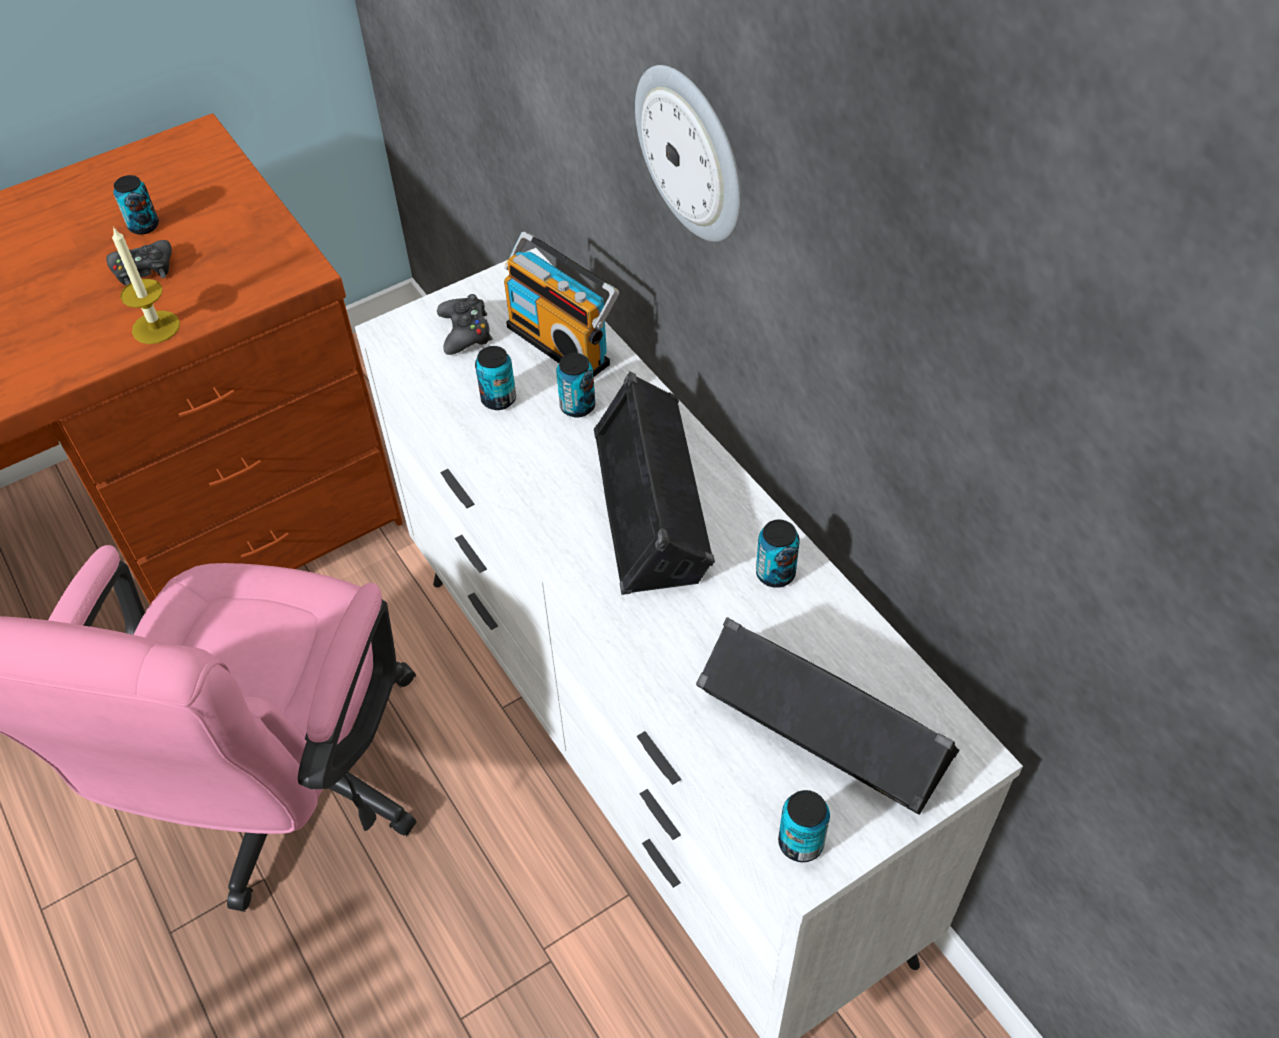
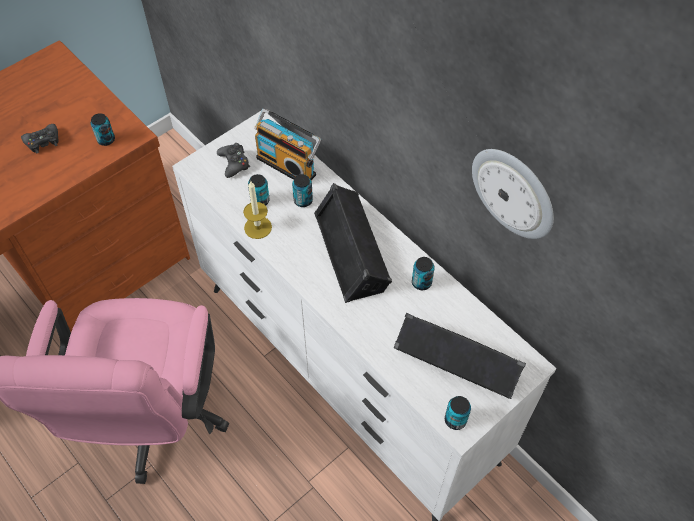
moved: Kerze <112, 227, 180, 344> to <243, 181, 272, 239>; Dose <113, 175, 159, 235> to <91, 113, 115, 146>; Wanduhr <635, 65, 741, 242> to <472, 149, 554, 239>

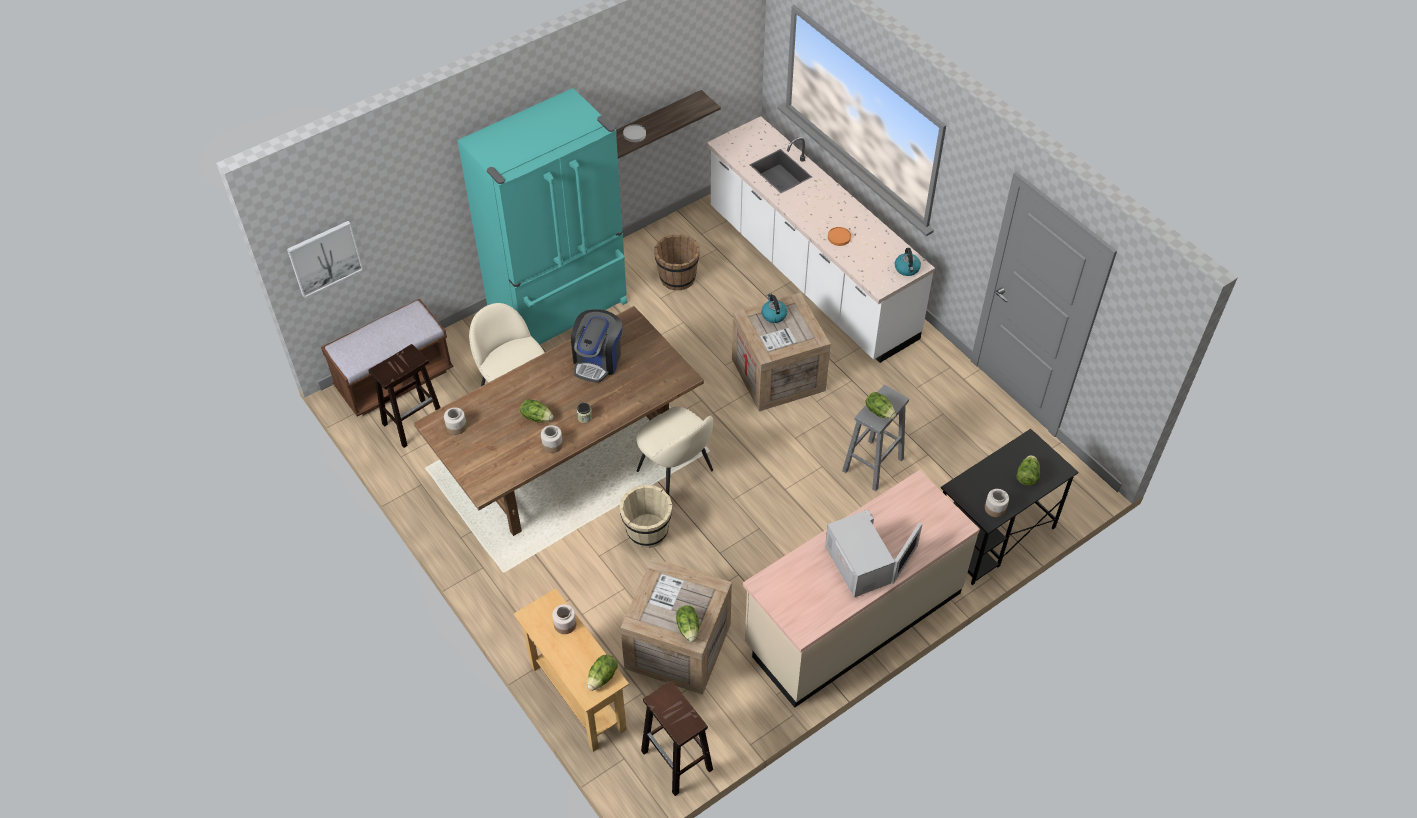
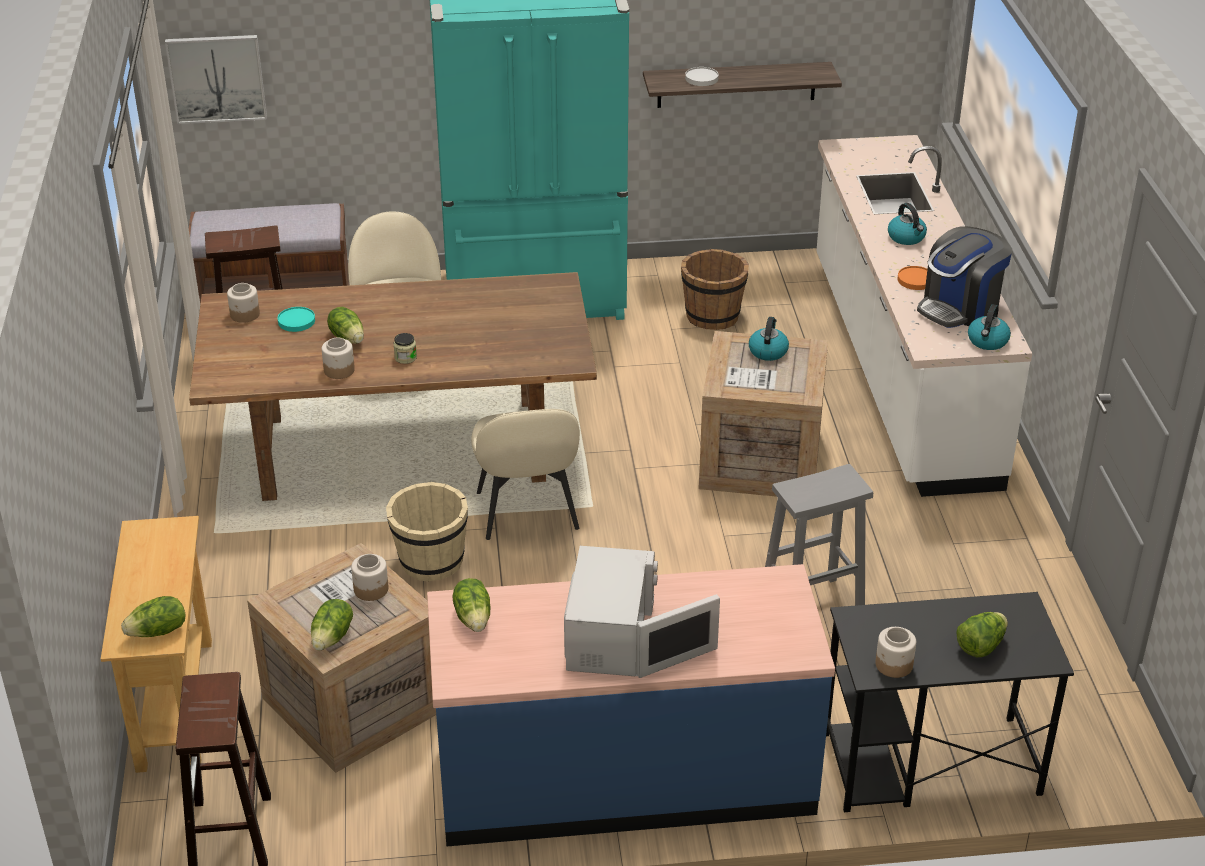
added: Teller/türkis <278, 307, 315, 332>; Wasserkessel <888, 203, 927, 245>
moved: Vorratsglas <552, 604, 577, 634> to <351, 554, 388, 601>; Kaffeemaschine <571, 309, 622, 383> to <917, 226, 1012, 328>; Salatkopf <865, 392, 896, 419> to <452, 578, 490, 632>
recoloured: Küchenzeile/beige <743, 470, 980, 708> to Küchenzeile/blau <427, 564, 835, 847>

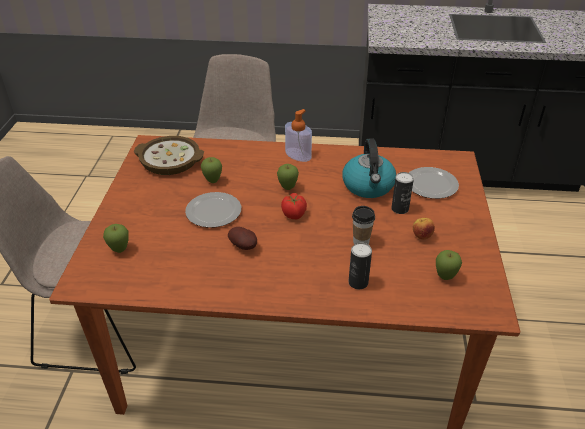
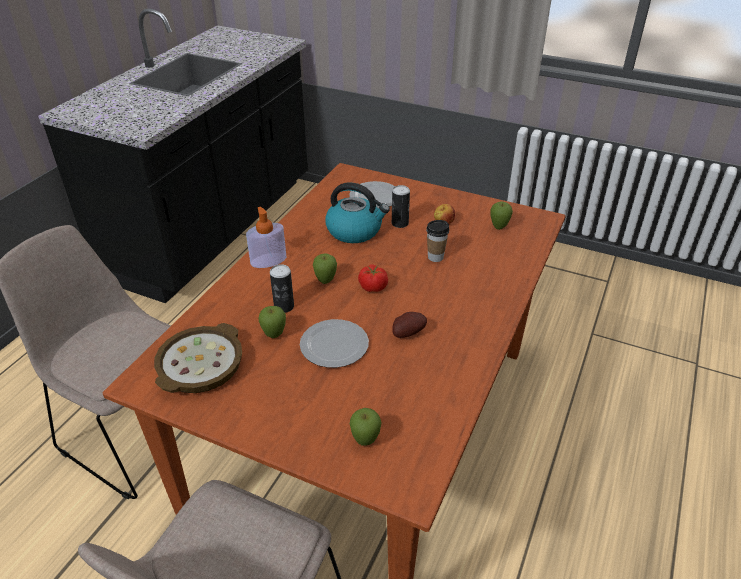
moved: Dose <349, 243, 372, 289> to <270, 264, 294, 313>

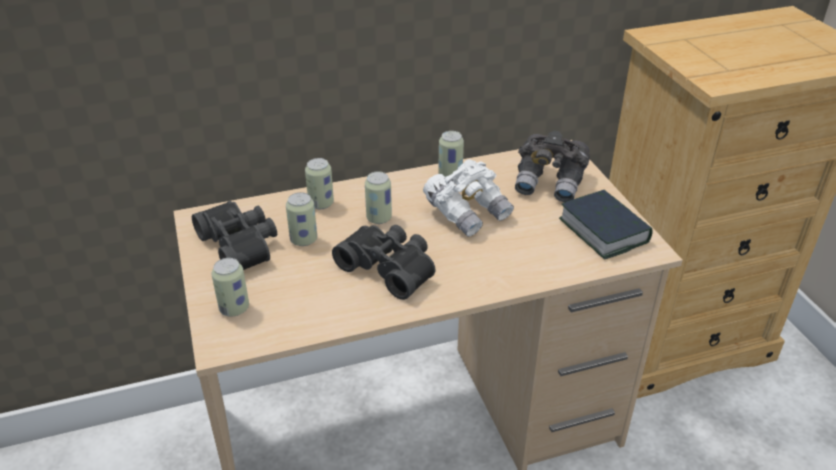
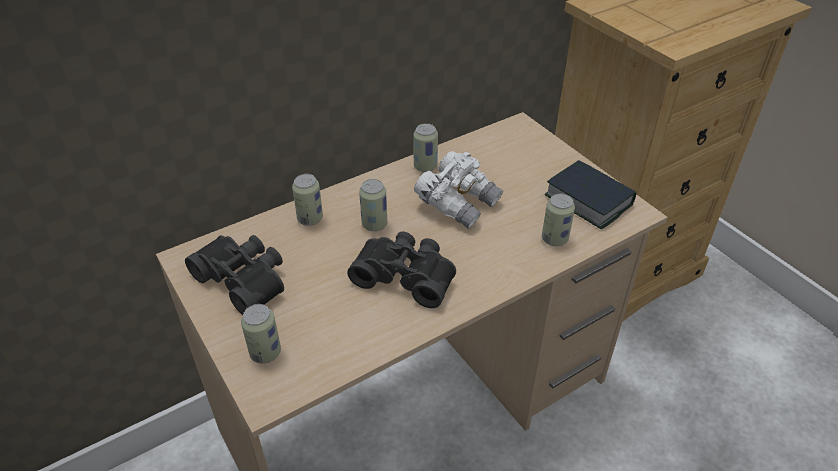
removed: Fernglas/grau <515, 131, 590, 202>
moved: Dose <286, 192, 317, 246> to <542, 194, 575, 246>

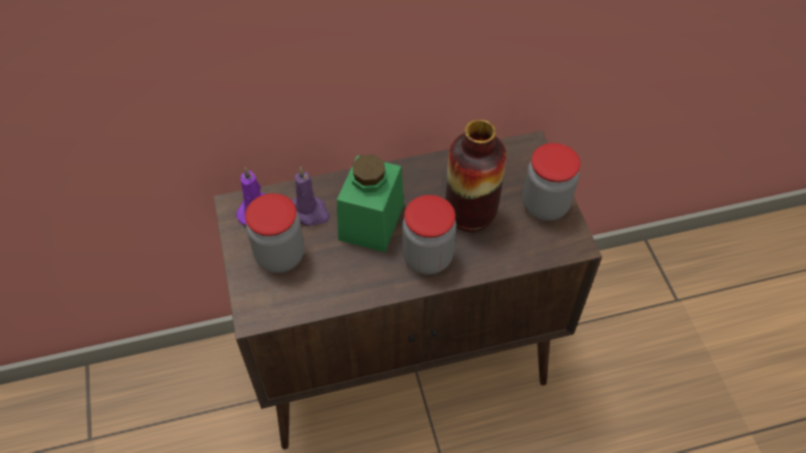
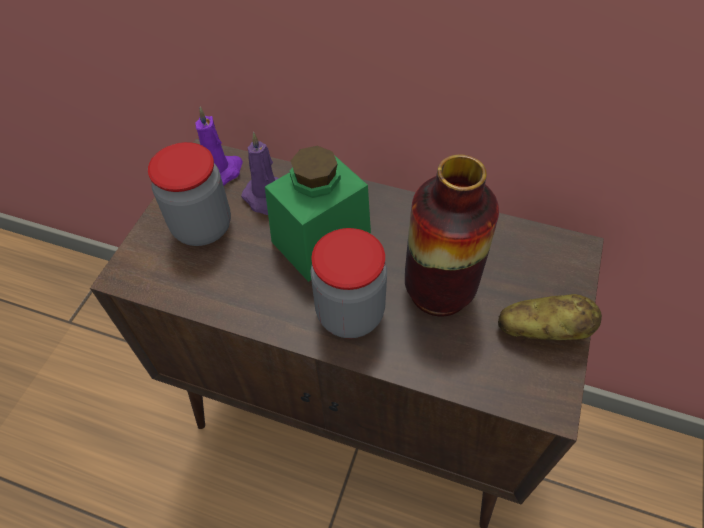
replaced: Vorratsglas <522, 143, 580, 221> to Kartoffel <498, 294, 602, 340>

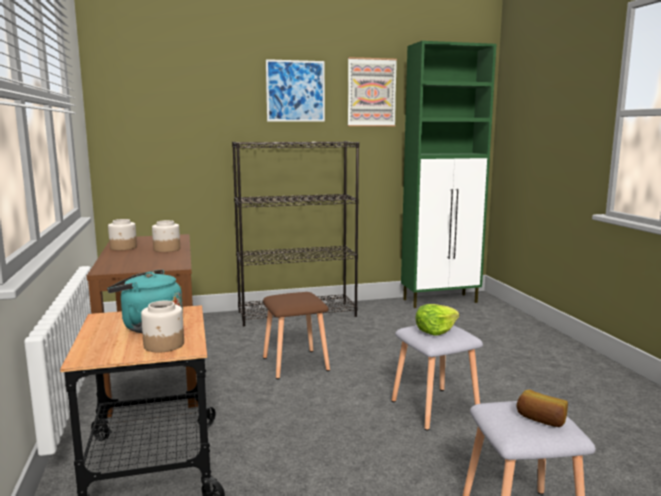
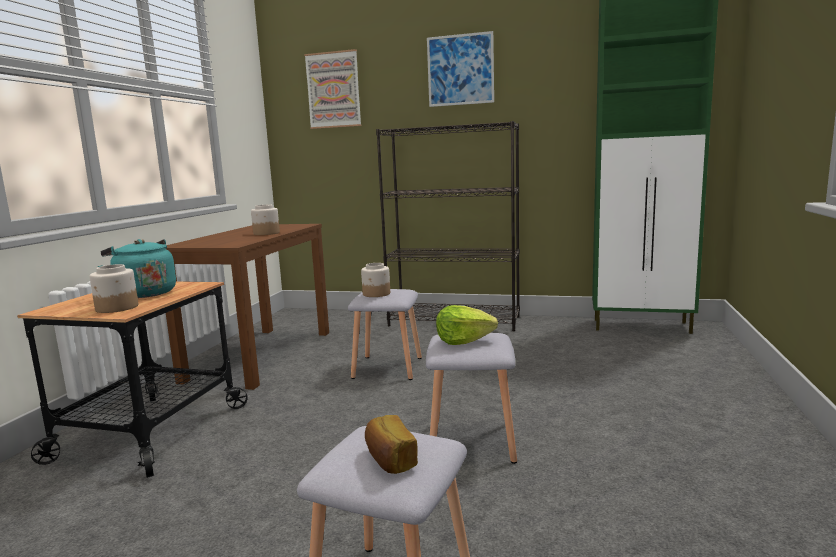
moved: Vorratsglas <108, 219, 137, 251> to <361, 263, 390, 297>; Bild <348, 57, 397, 126> to <304, 49, 362, 129>
recoloured: Hocker/braun <263, 292, 330, 379> to Hocker/grau <348, 289, 422, 380>

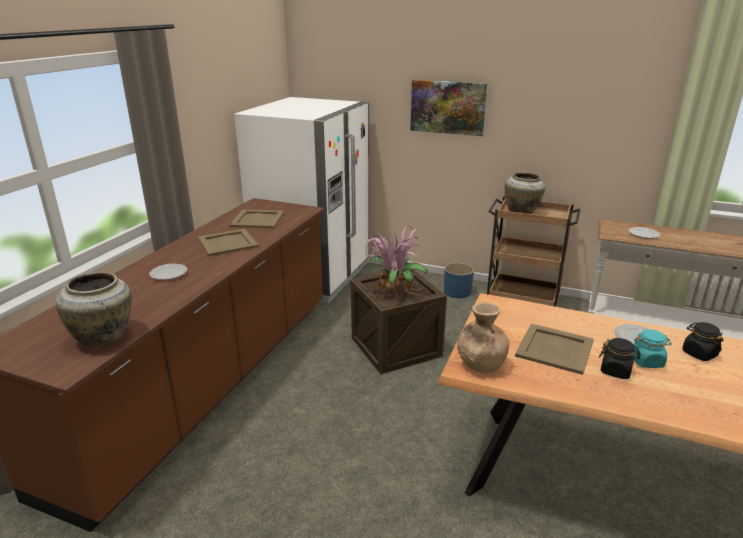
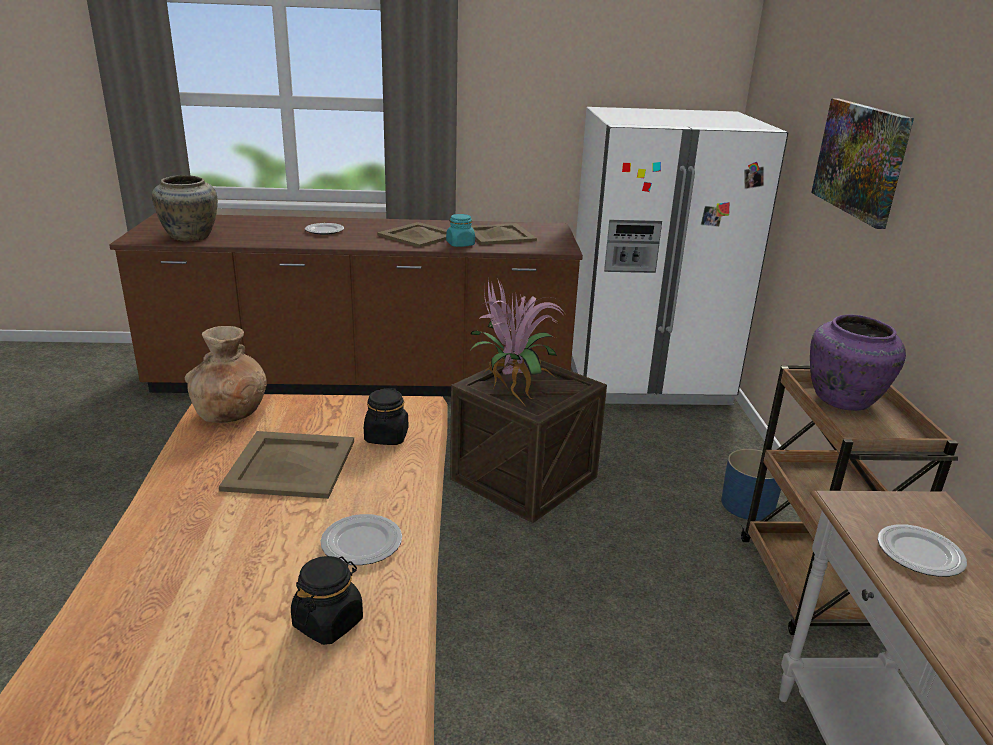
moved: Vorratsglas/schwarz <599, 338, 641, 379> to <364, 388, 408, 445>; Vorratsglas/türkis <633, 329, 671, 368> to <446, 214, 475, 247>
recoloured: Vase/beige <505, 173, 545, 214> to Vase/lila <810, 314, 906, 411>

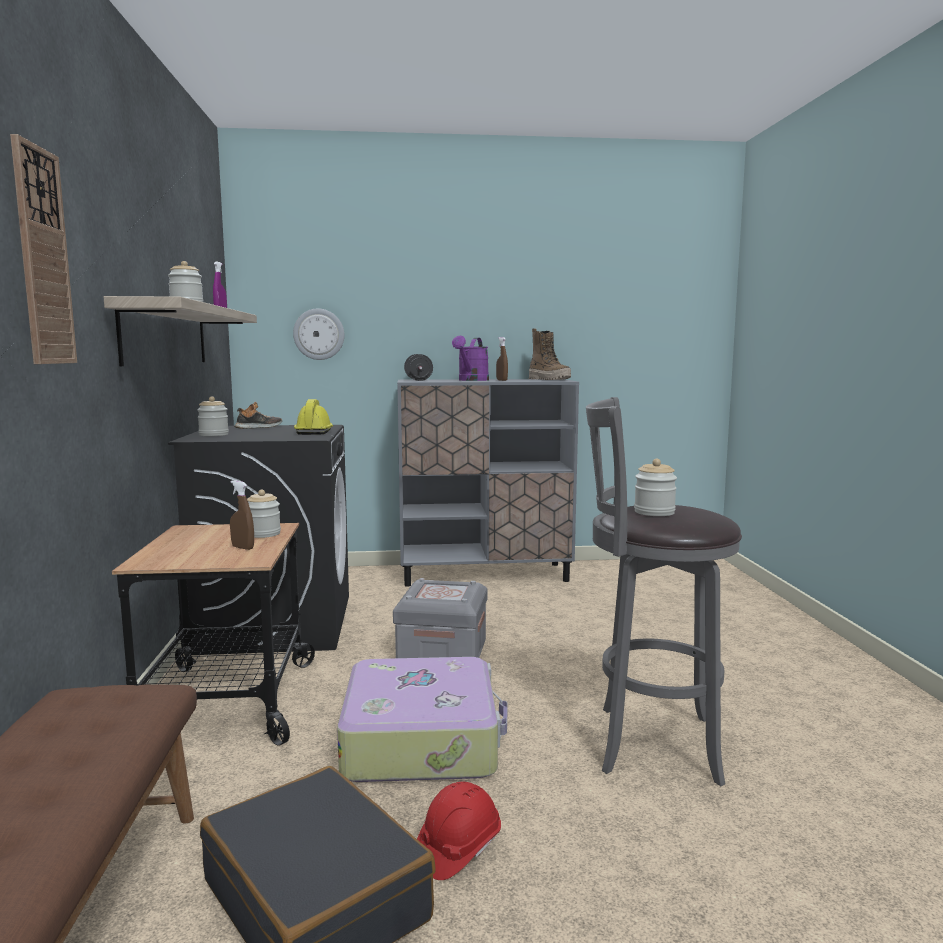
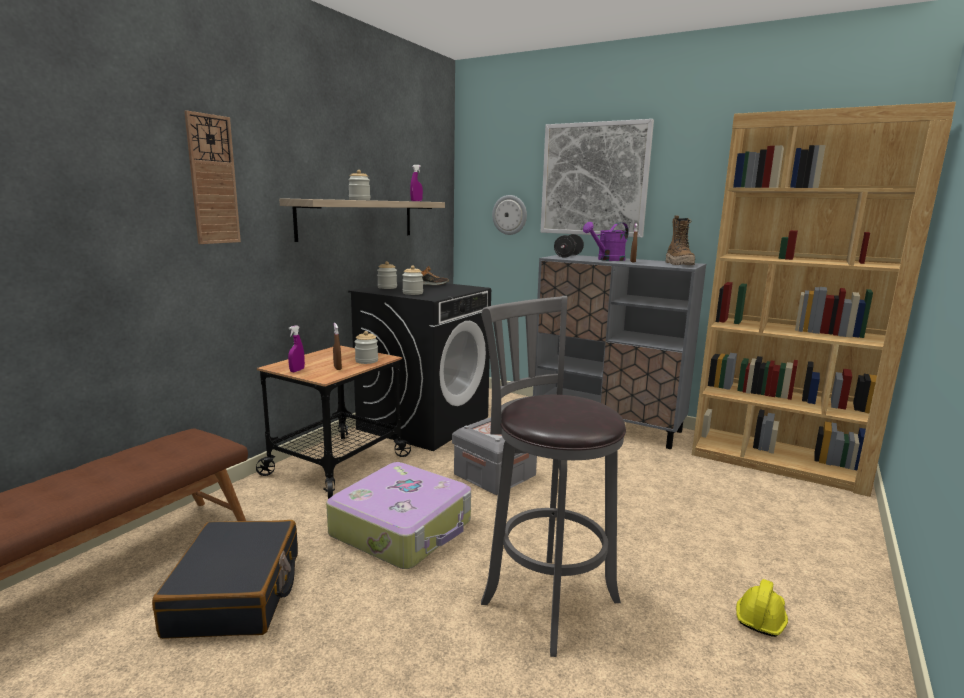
removed: Schutzhelm/rot <417, 782, 501, 880>
added: Sprühflasche/lila <288, 325, 305, 372>; Bild <541, 119, 654, 237>; Bücherregal/braun <692, 102, 956, 497>
moved: Schutzhelm/gelb <294, 399, 333, 435> to <736, 579, 788, 637>; Vorratsglas <634, 459, 677, 516> to <402, 266, 423, 295>

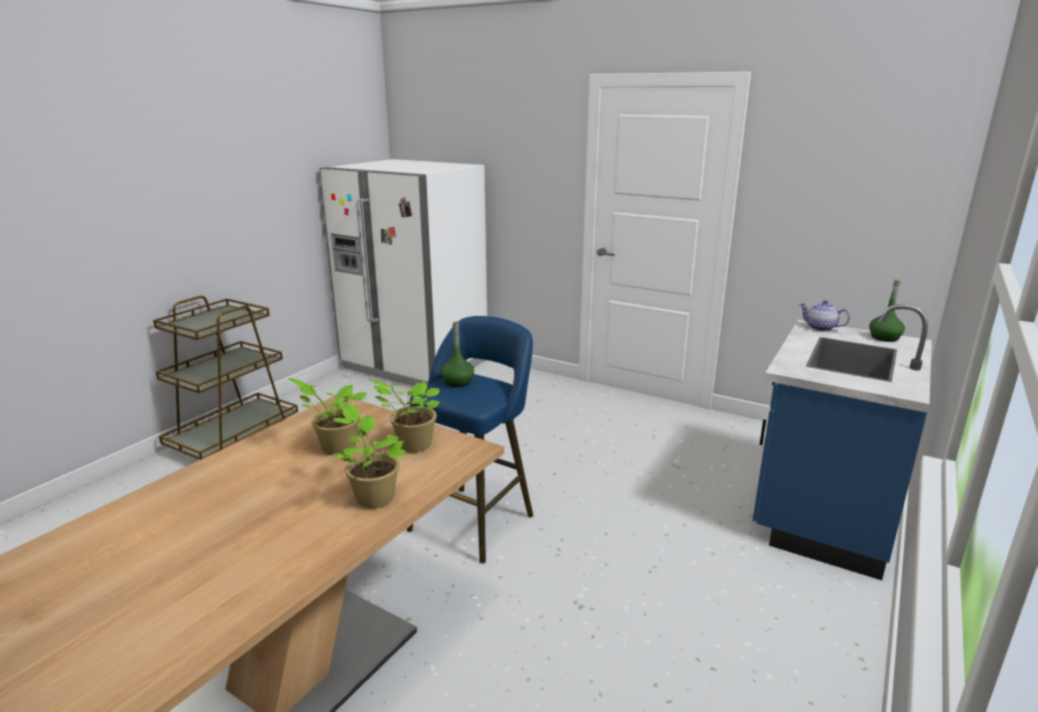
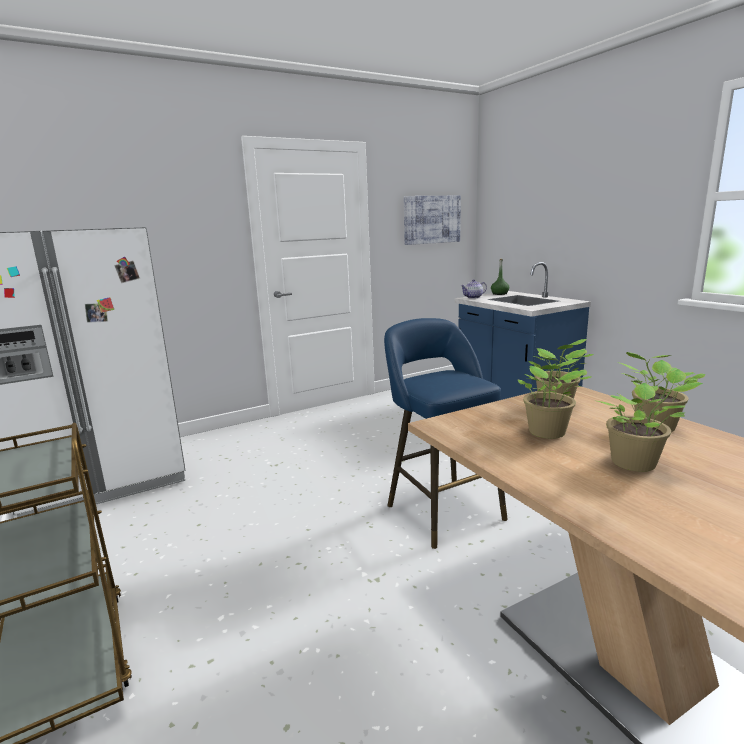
removed: Flasche/grün <441, 321, 474, 387>
added: Bild <404, 196, 461, 245>; Topfpflanze <597, 369, 703, 472>

